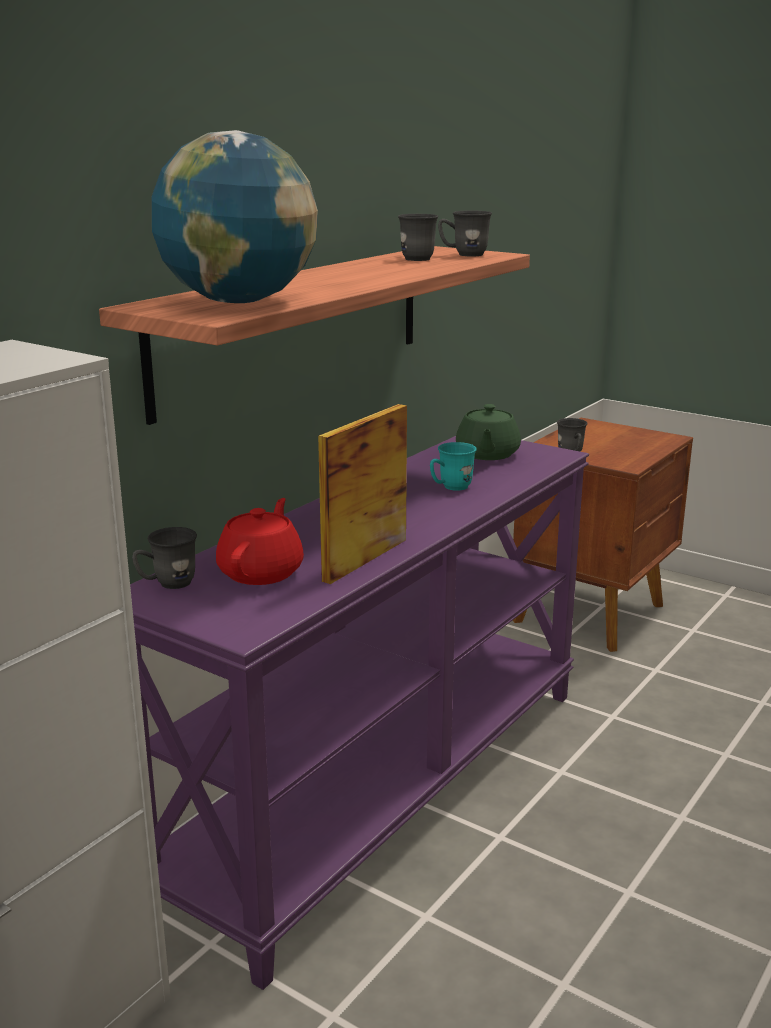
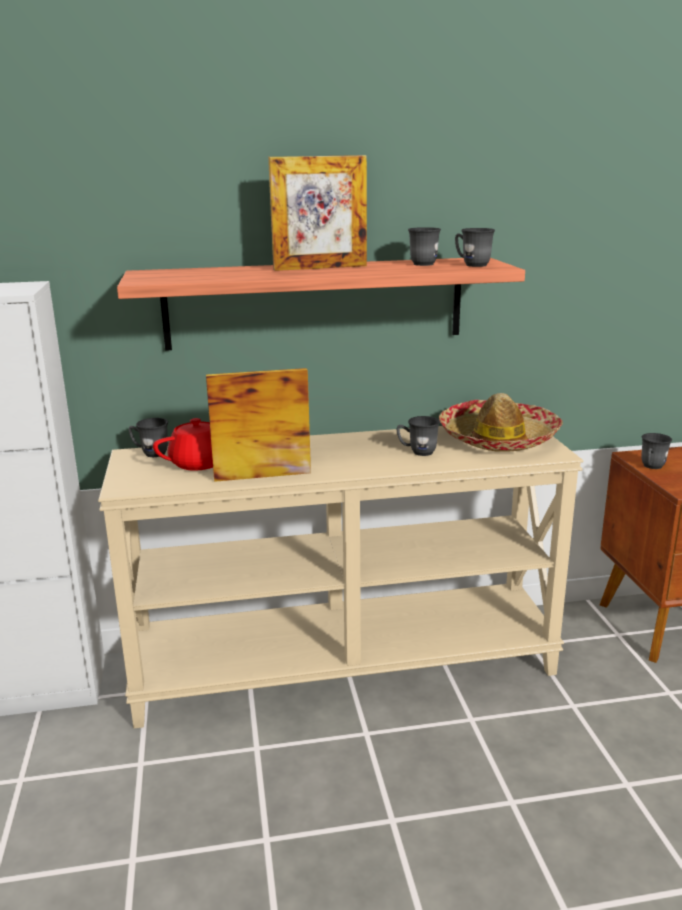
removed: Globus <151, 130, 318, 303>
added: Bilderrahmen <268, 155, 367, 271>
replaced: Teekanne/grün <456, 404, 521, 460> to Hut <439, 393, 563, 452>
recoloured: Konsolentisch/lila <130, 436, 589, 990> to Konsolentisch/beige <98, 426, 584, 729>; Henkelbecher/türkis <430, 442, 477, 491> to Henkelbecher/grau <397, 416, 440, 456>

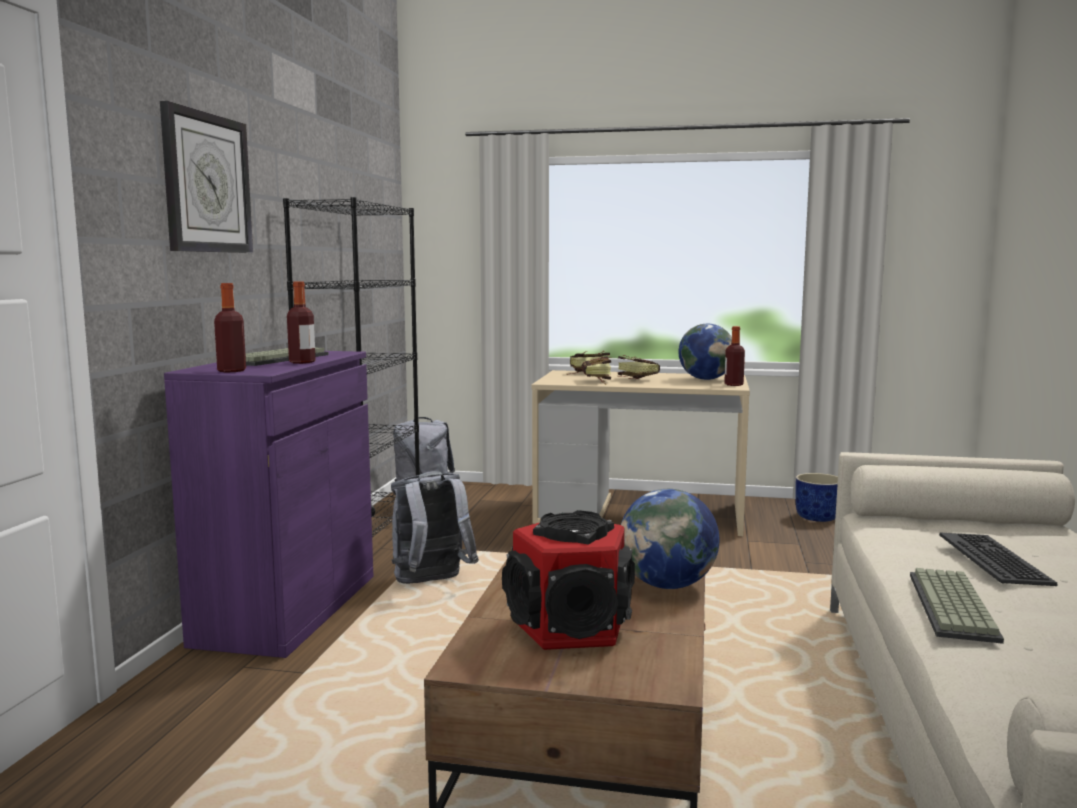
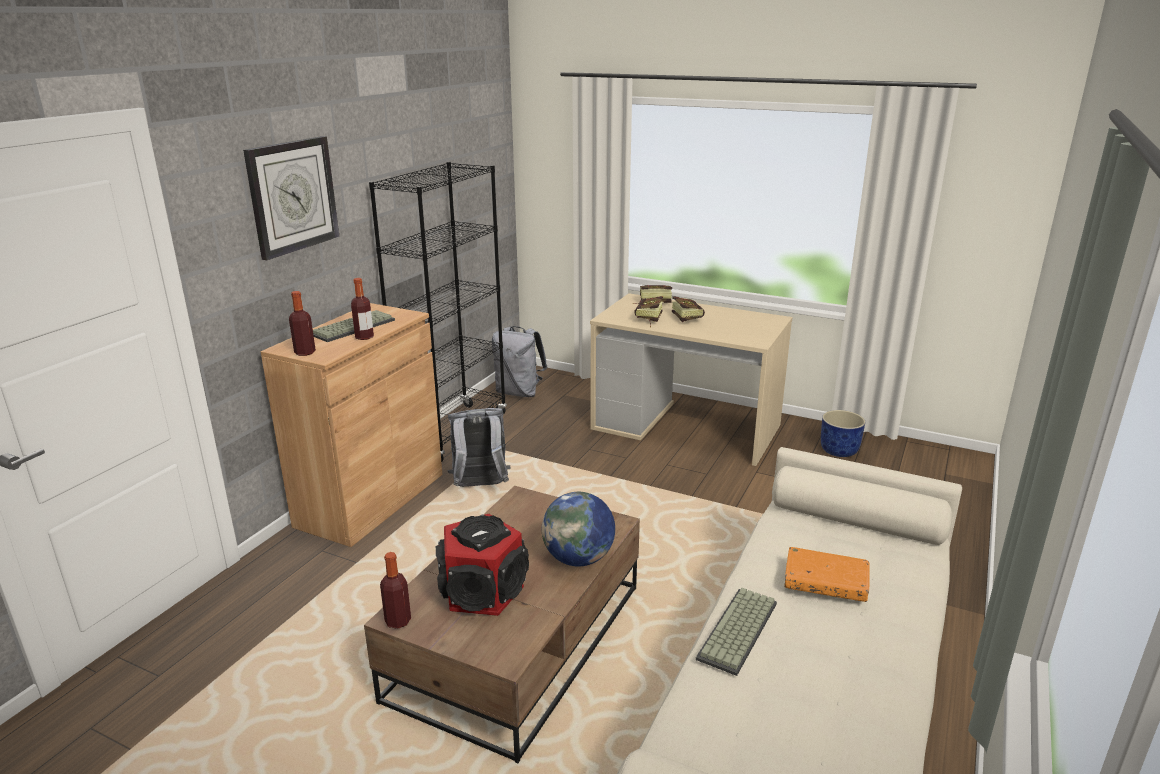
removed: Globus <679, 324, 732, 380>
moved: Flasche <724, 326, 745, 386> to <380, 552, 411, 629>
replaced: Tastatur <939, 533, 1058, 586> to Buch/orange <784, 547, 870, 602>
recoloured: Schrank/lila <164, 351, 373, 658> to Schrank/braun <261, 303, 442, 547>

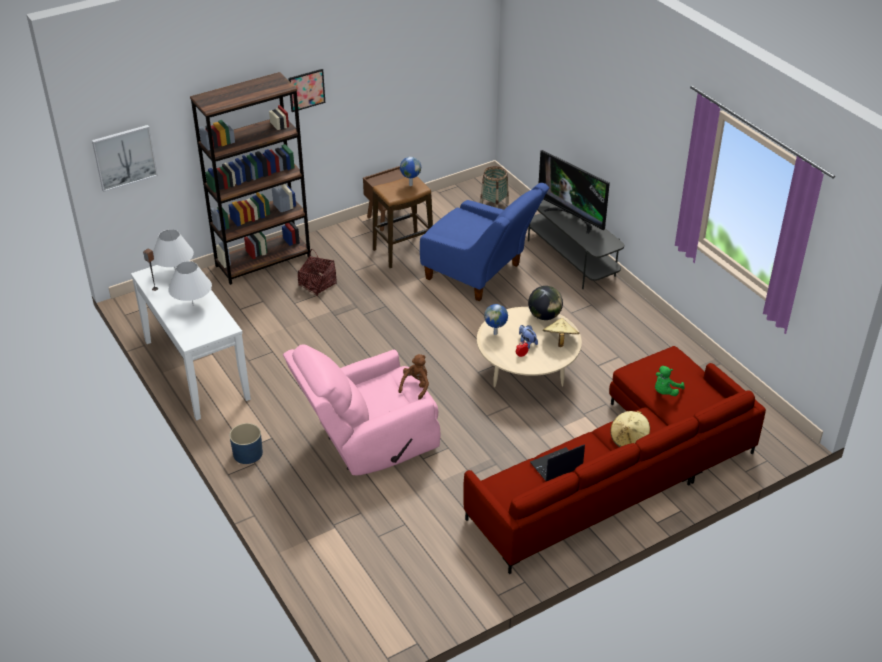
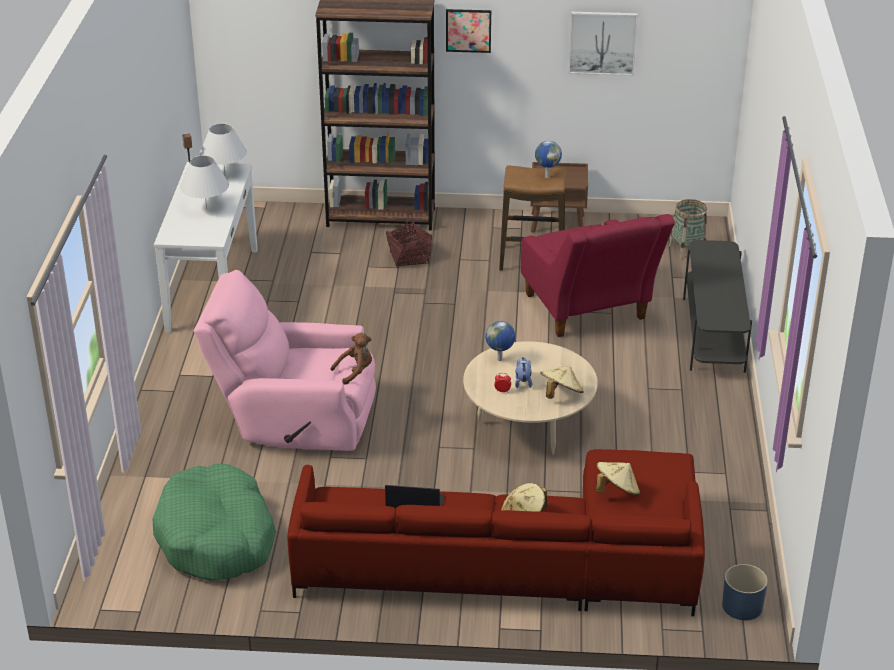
removed: Globus <528, 286, 563, 320>; Fernseher <539, 150, 610, 234>
added: Hundebett/grün <153, 463, 276, 581>
moved: Bild <92, 125, 158, 192> to <568, 12, 638, 76>; Pflanzkübel/blau <230, 423, 263, 464> to <722, 564, 768, 620>
replaced: Plüschtier/grün <655, 366, 685, 396> to Hut/beige <596, 462, 640, 495>
recoloured: Sessel/blau <420, 183, 549, 301> to Sessel/rot <521, 214, 675, 337>

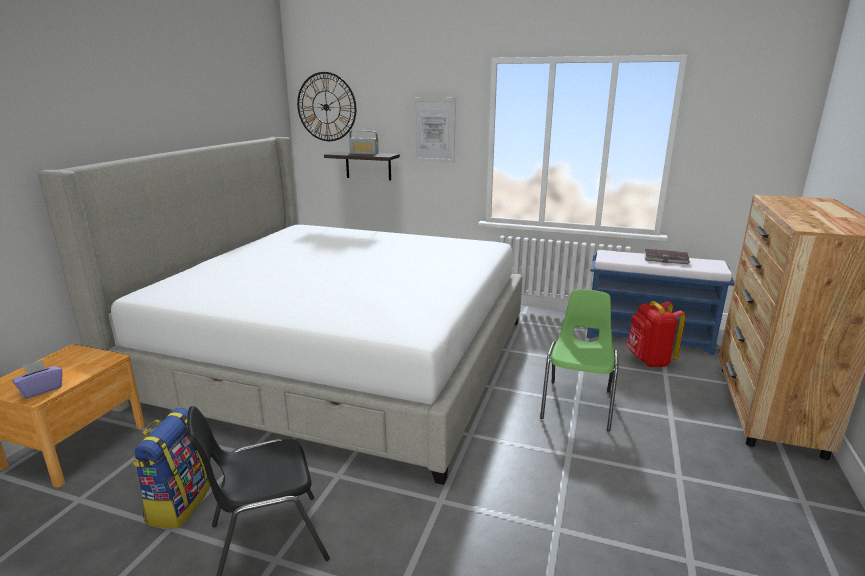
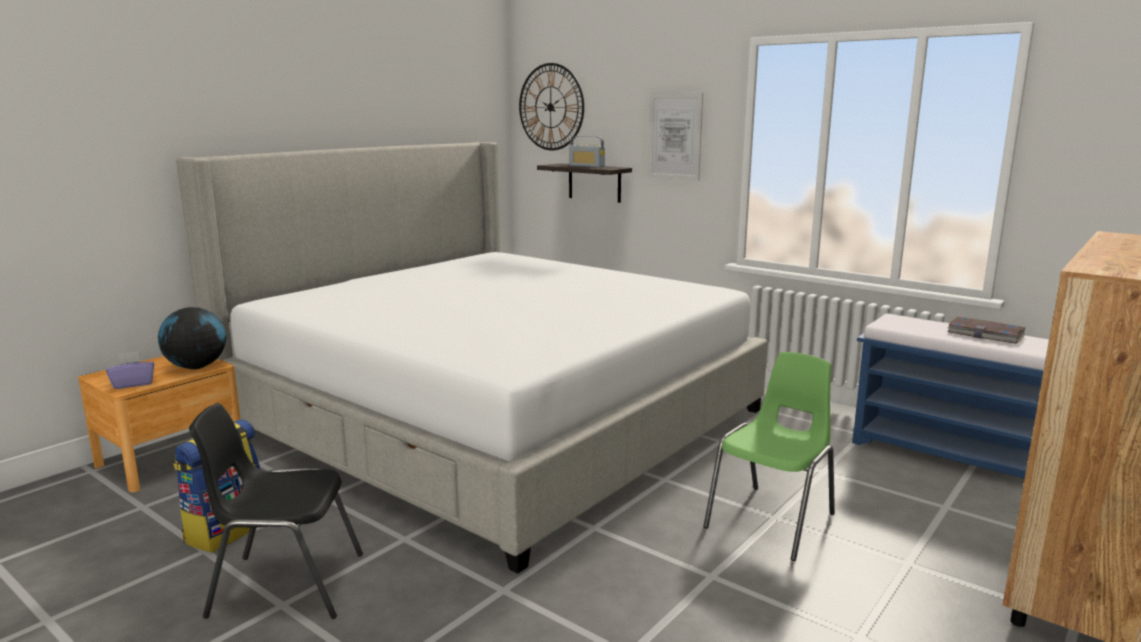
removed: Rucksack/rot <626, 301, 686, 367>
added: Globus <158, 307, 226, 369>

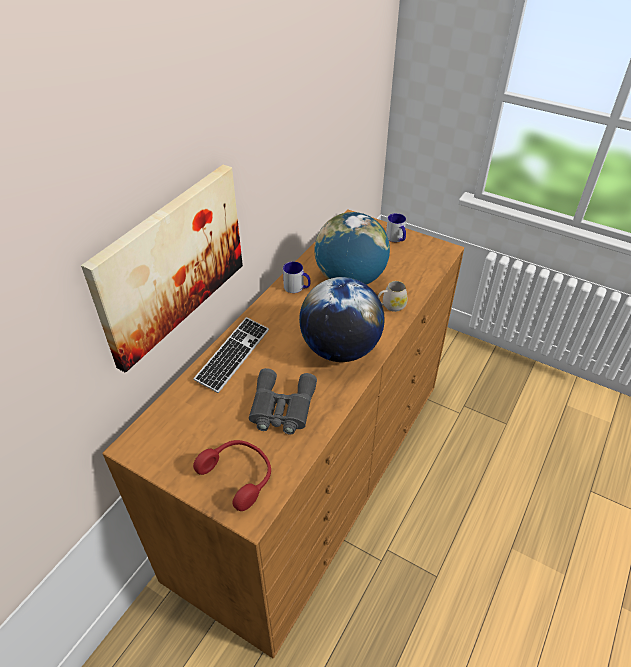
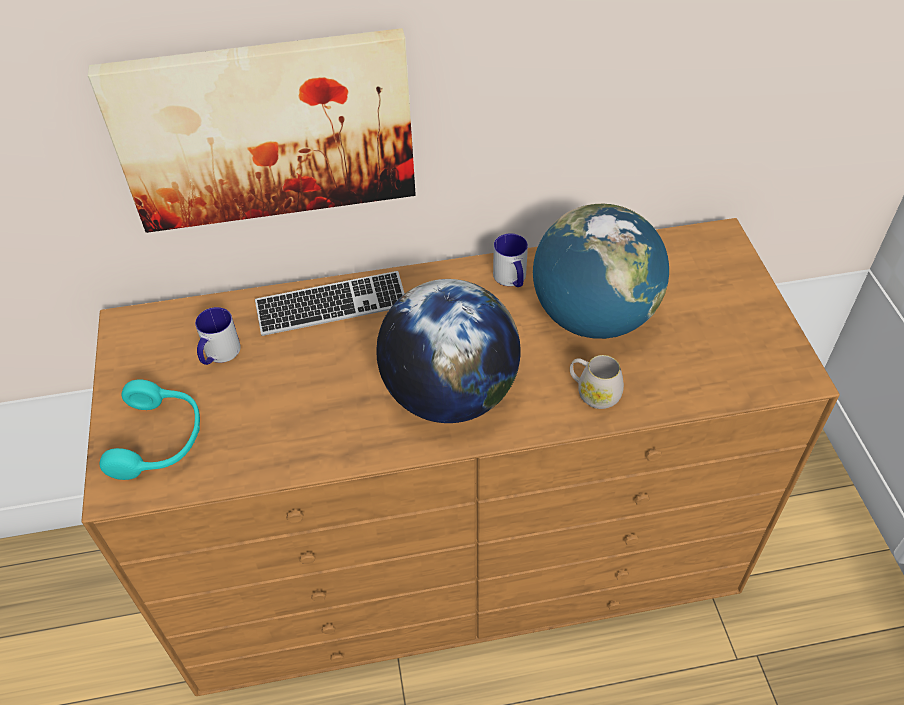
removed: Fernglas/grau <249, 368, 317, 435>
moved: Henkelbecher <386, 213, 406, 242> to <195, 307, 241, 365>
recoloured: Kopfhörer/rot <193, 440, 271, 511> to Kopfhörer/türkis <99, 379, 200, 480>

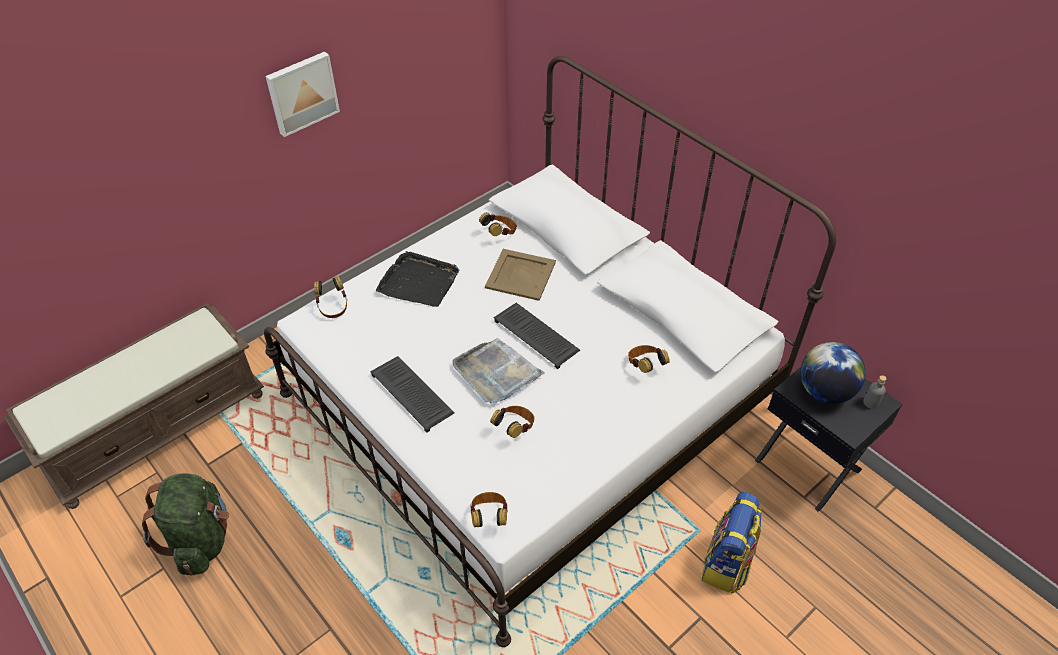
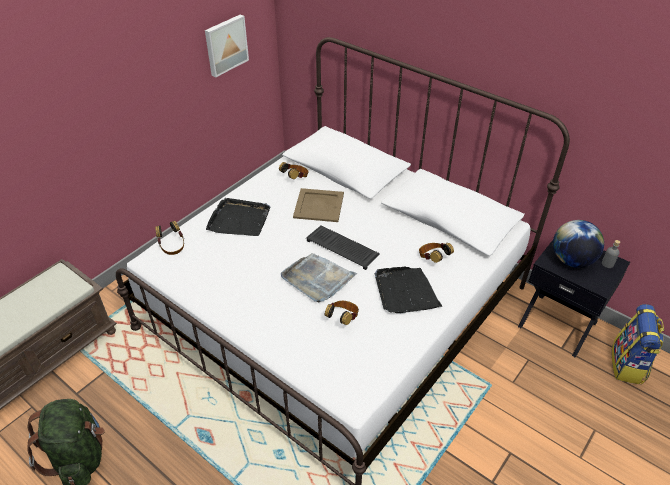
removed: Tastatur <370, 356, 455, 432>; Kopfhörer <470, 492, 507, 527>
added: Tablett/schwarz <375, 267, 442, 313>
moved: Bild <265, 52, 340, 137> to <205, 14, 249, 77>; Rucksack <702, 492, 761, 594> to <612, 304, 664, 385>

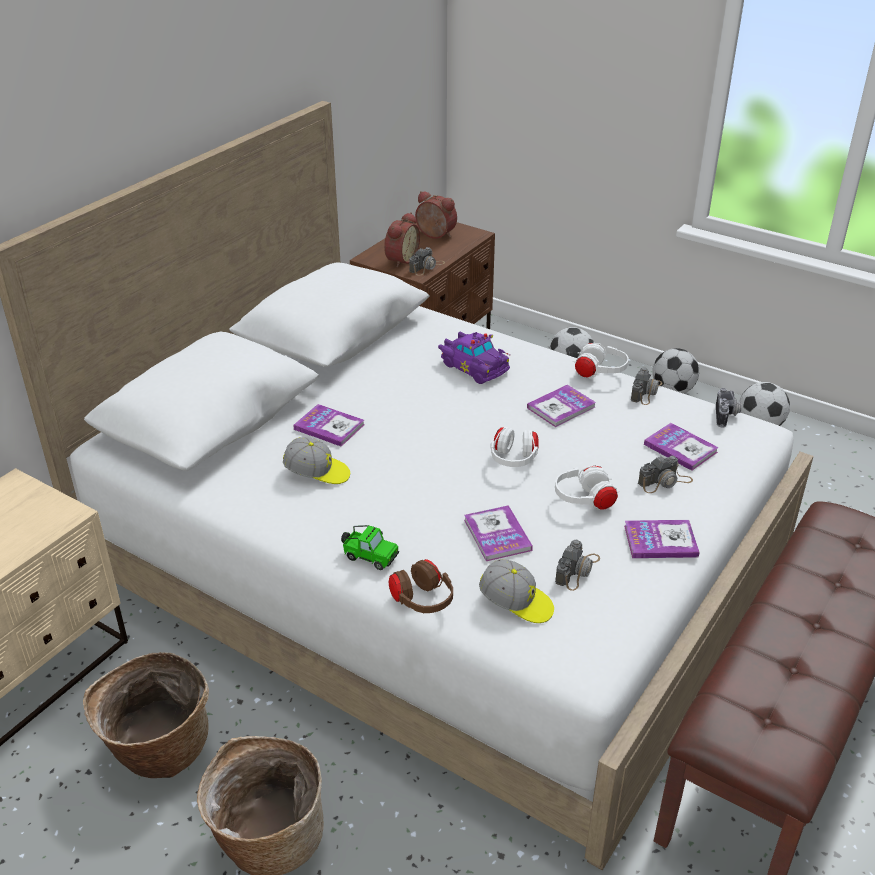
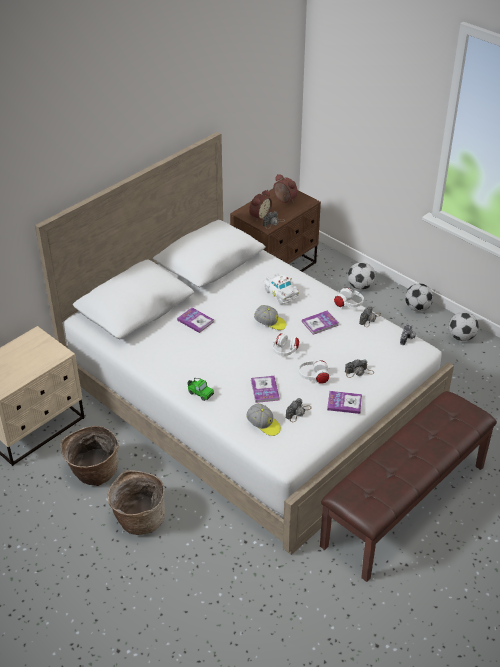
removed: Kopfhörer/braun <389, 559, 453, 613>; Buch <644, 423, 719, 471>
moved: Kappe <283, 437, 350, 484> to <254, 305, 287, 330>
recoloured: Spielzeugauto/lila <438, 332, 510, 384> to Spielzeugauto/weiß <263, 273, 299, 305>

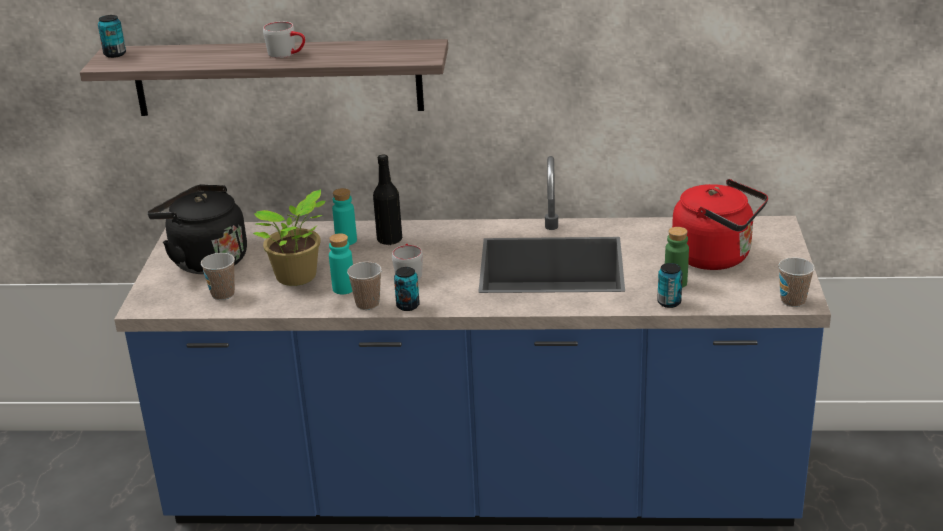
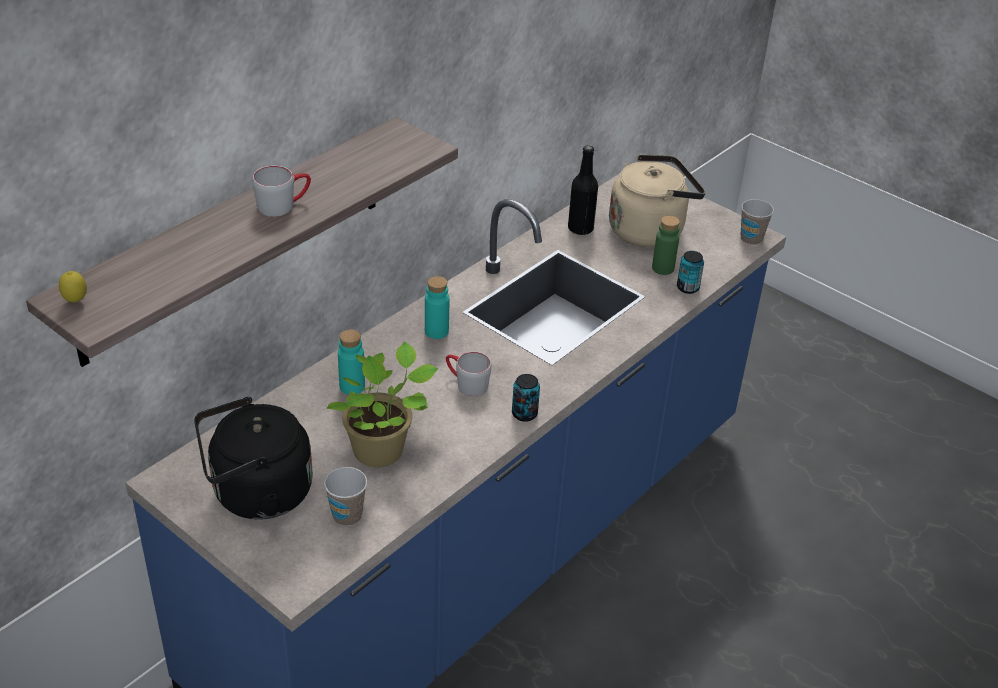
removed: Tasse <347, 262, 382, 310>
moved: Flasche/türkis <329, 233, 353, 294> to <425, 276, 449, 339>; Flasche/schwarz <373, 155, 402, 245> to <568, 145, 598, 235>
replaced: Dose <98, 15, 126, 58> to Zitrone <59, 271, 87, 303>
recoloured: Wasserkessel/rot <672, 179, 768, 270> to Wasserkessel/beige <609, 154, 705, 247>

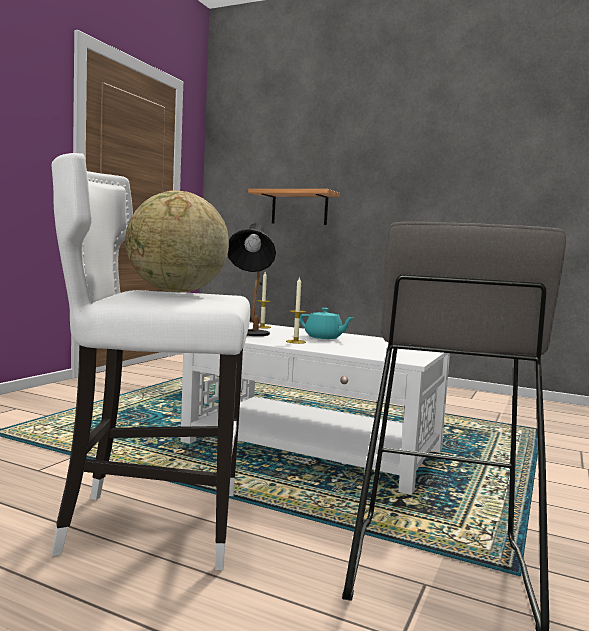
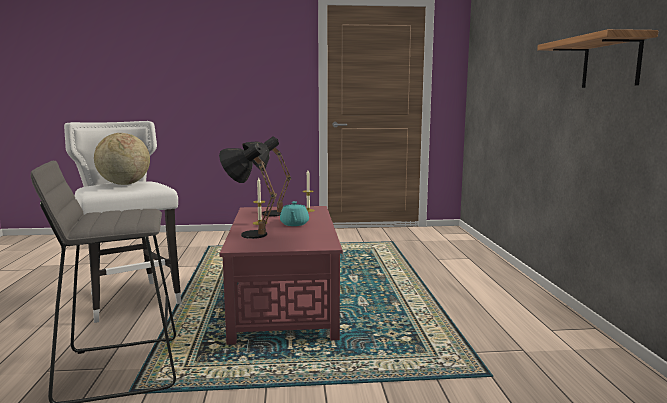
added: Tischlampe/schwarz <219, 143, 277, 239>
moved: Wandregal <248, 189, 340, 225> to <537, 29, 659, 88>
recoloured: Couchtisch/weiß <180, 322, 450, 495> to Couchtisch/rot <219, 206, 343, 345>

